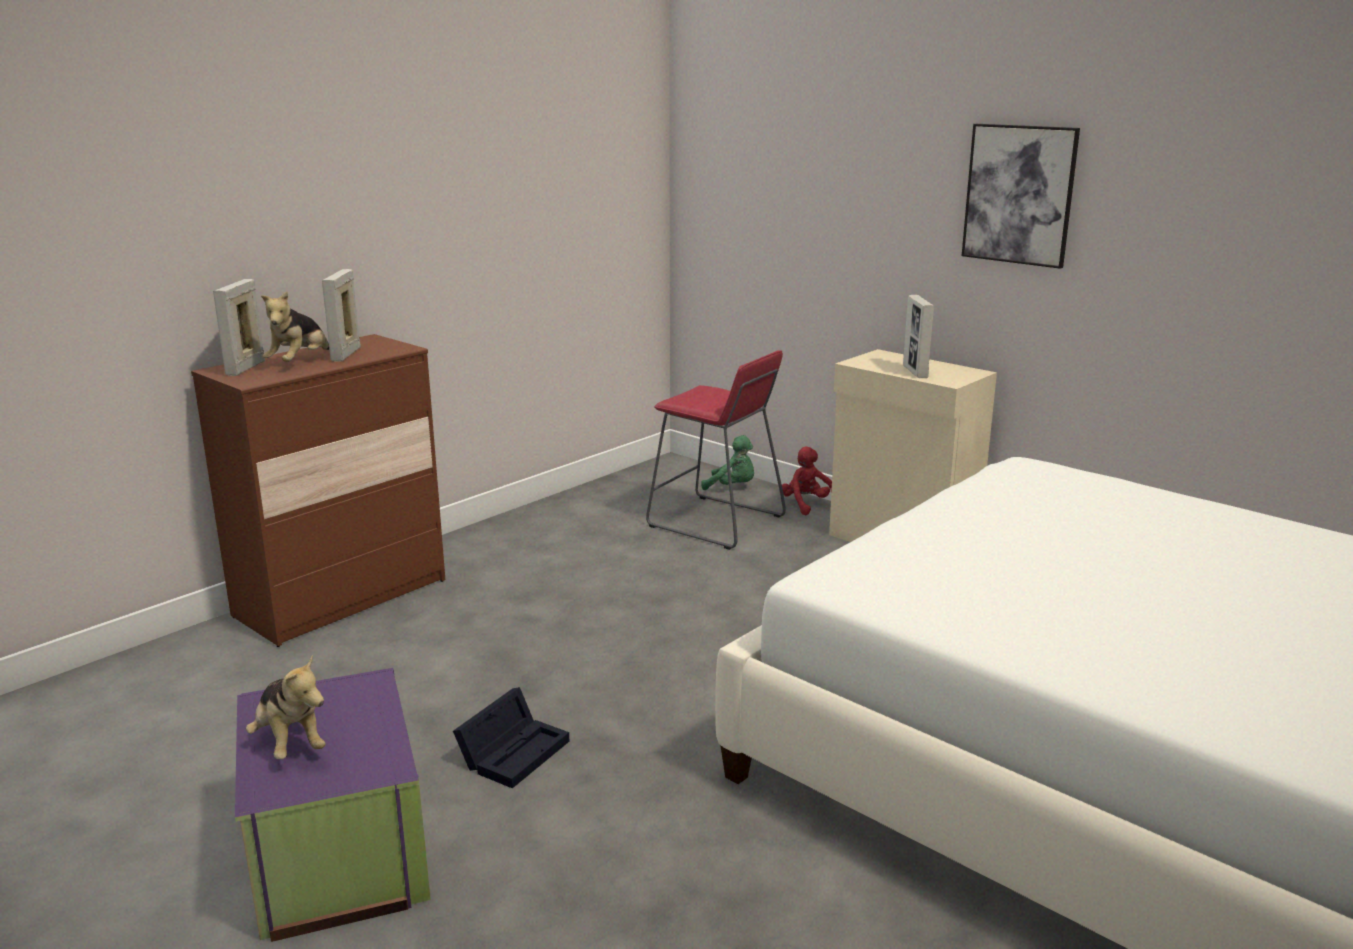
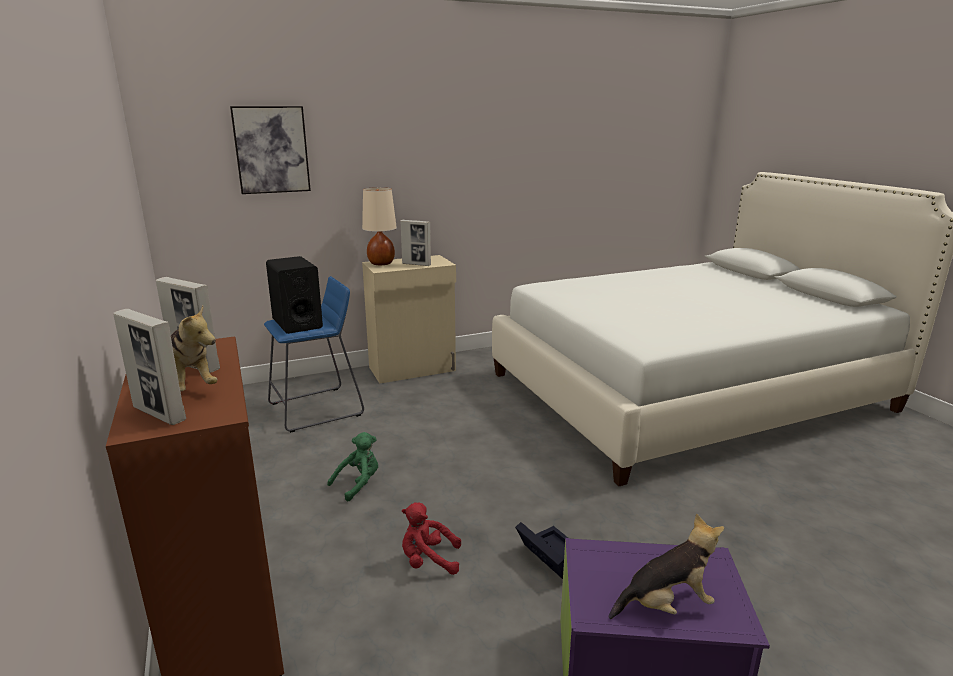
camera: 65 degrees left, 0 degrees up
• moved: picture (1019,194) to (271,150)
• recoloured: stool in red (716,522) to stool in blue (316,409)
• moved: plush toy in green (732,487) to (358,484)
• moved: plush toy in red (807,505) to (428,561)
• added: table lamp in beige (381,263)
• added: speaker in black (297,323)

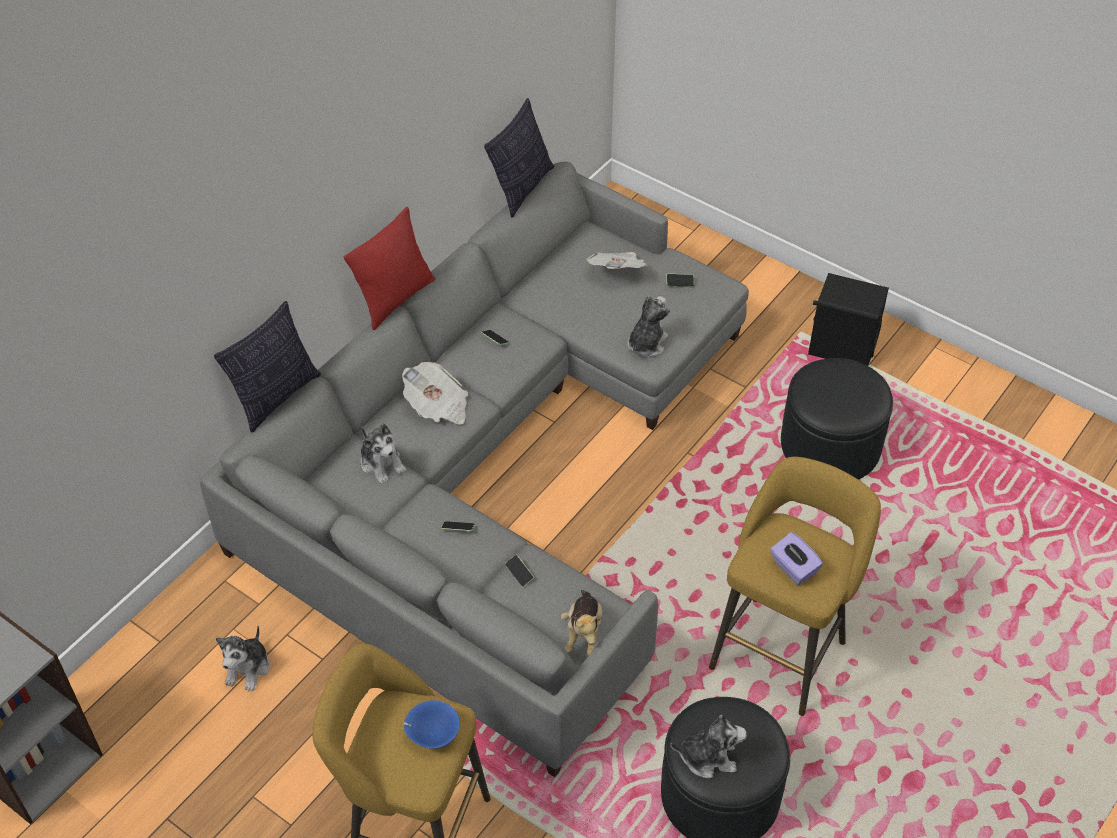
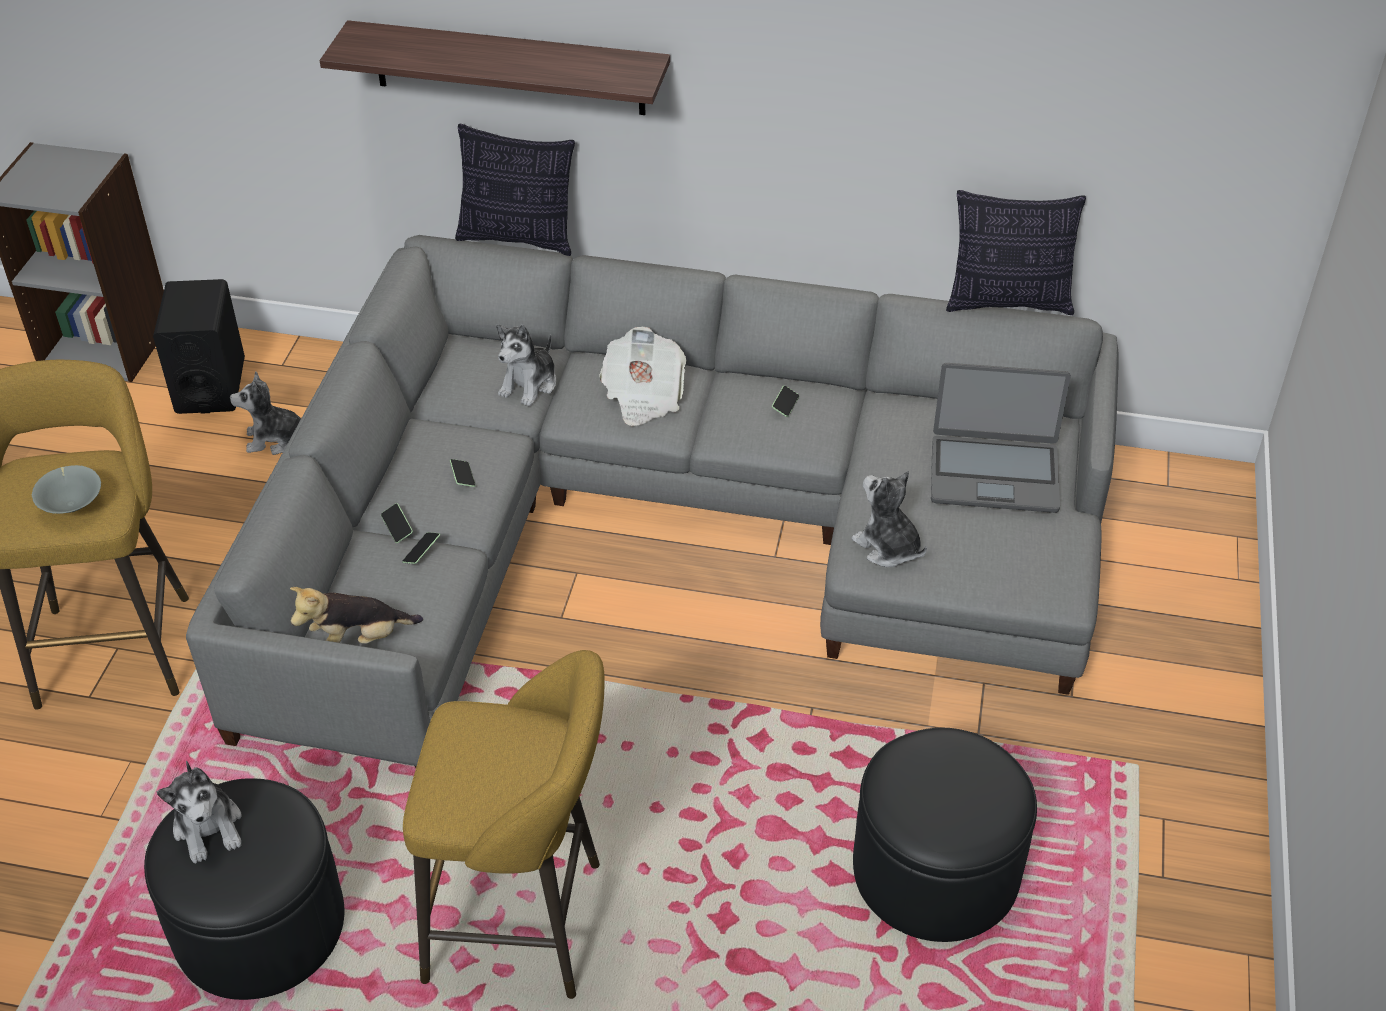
camera: 65 degrees right, 5 degrees down
• removed: pillow in red (395,299)
• replaced: newspaper (617,272) to laptop (994,474)
• moved: speaker in black (841,347) to (210,385)
• moved: phone (680,283) to (397,527)
• turned: plush toy (646,344) = (887,547) 135 degrees counterclockwise
• removed: tissue box in purple (793,568)
• recoloured: bowl in blue (432,734) to bowl in grey (72,505)
• added: shelf (509,68)

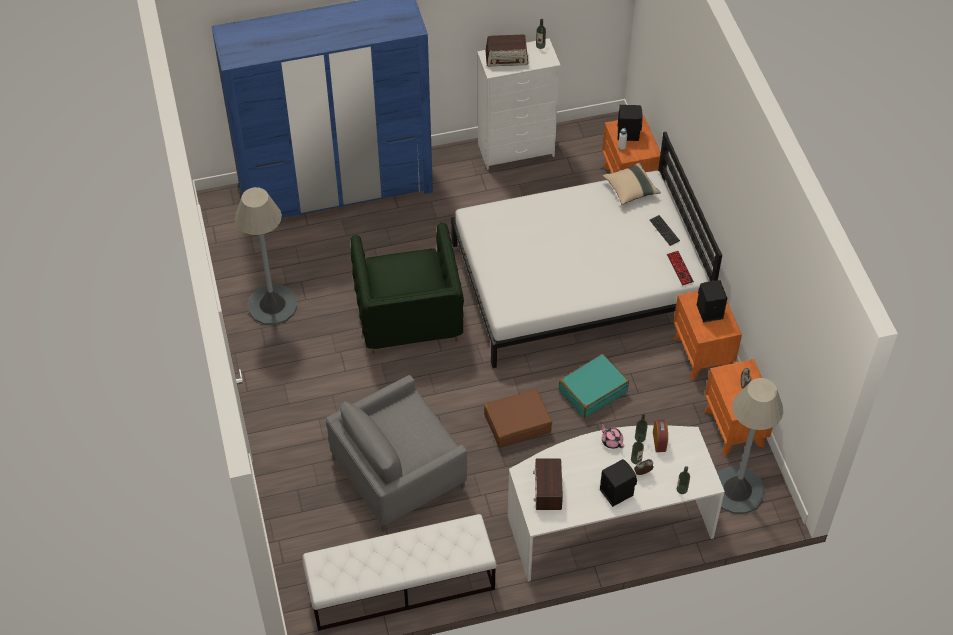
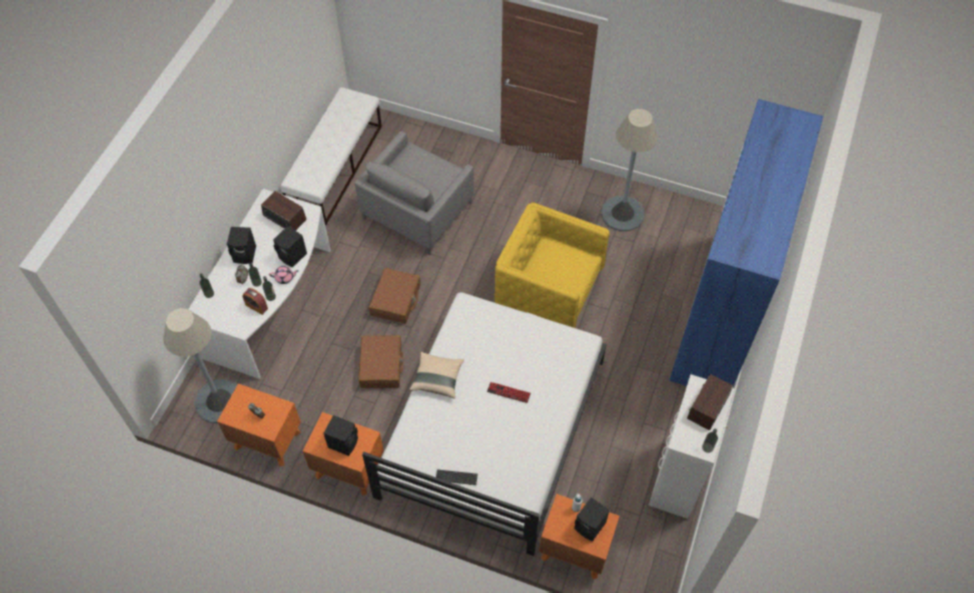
camera: 125 degrees right, 5 degrees up
• moved: pillow in beige (630,190) to (437,379)
• recoloured: armchair in green (408,315) to armchair in yellow (549,290)
• moved: keyboard (680,268) to (508,393)
• recoloured: suitcase in turquoise (592,391) to suitcase in brown (381,366)
• turned: armchair in grey (398,472) = (417,210) 150 degrees counterclockwise
• added: speaker in black (293,256)

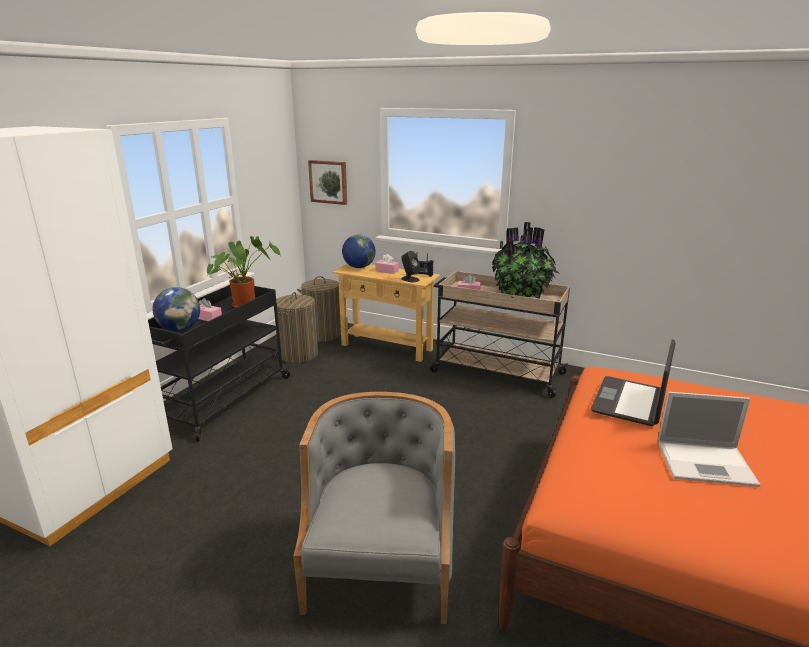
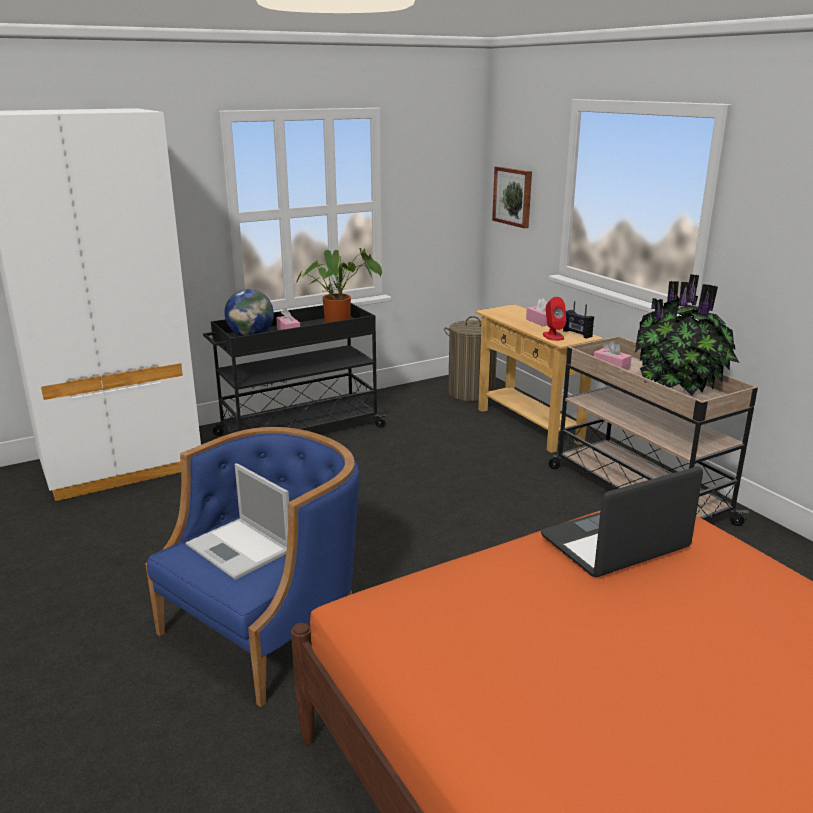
camera: 35 degrees right, 0 degrees up
• removed: globe (359,267)
• recoloured: speaker in black (410,279) to speaker in red (553,336)
• removed: laundry basket (298,354)
• recoloured: armchair in grey (381,561) to armchair in blue (269,626)
• moved: laptop (707,463) to (240,549)

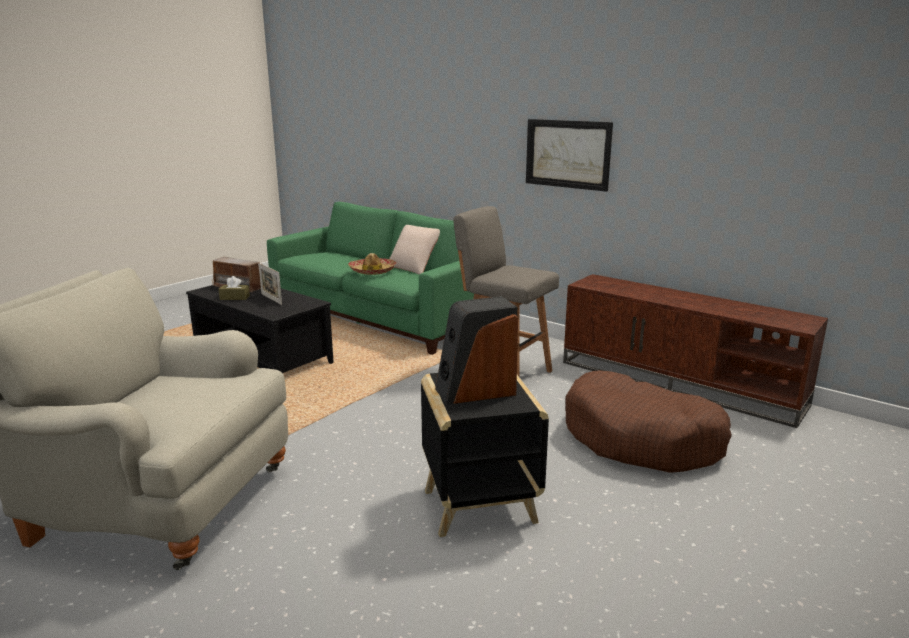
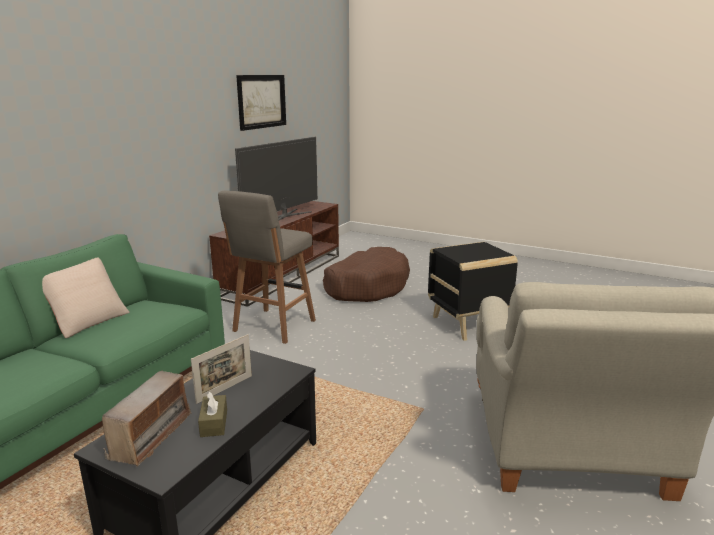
camera: 100 degrees left, 0 degrees up
• moved: picture (567,154) to (261,101)
• removed: hat (372,271)
• removed: speaker (475,391)
• added: television (283,217)

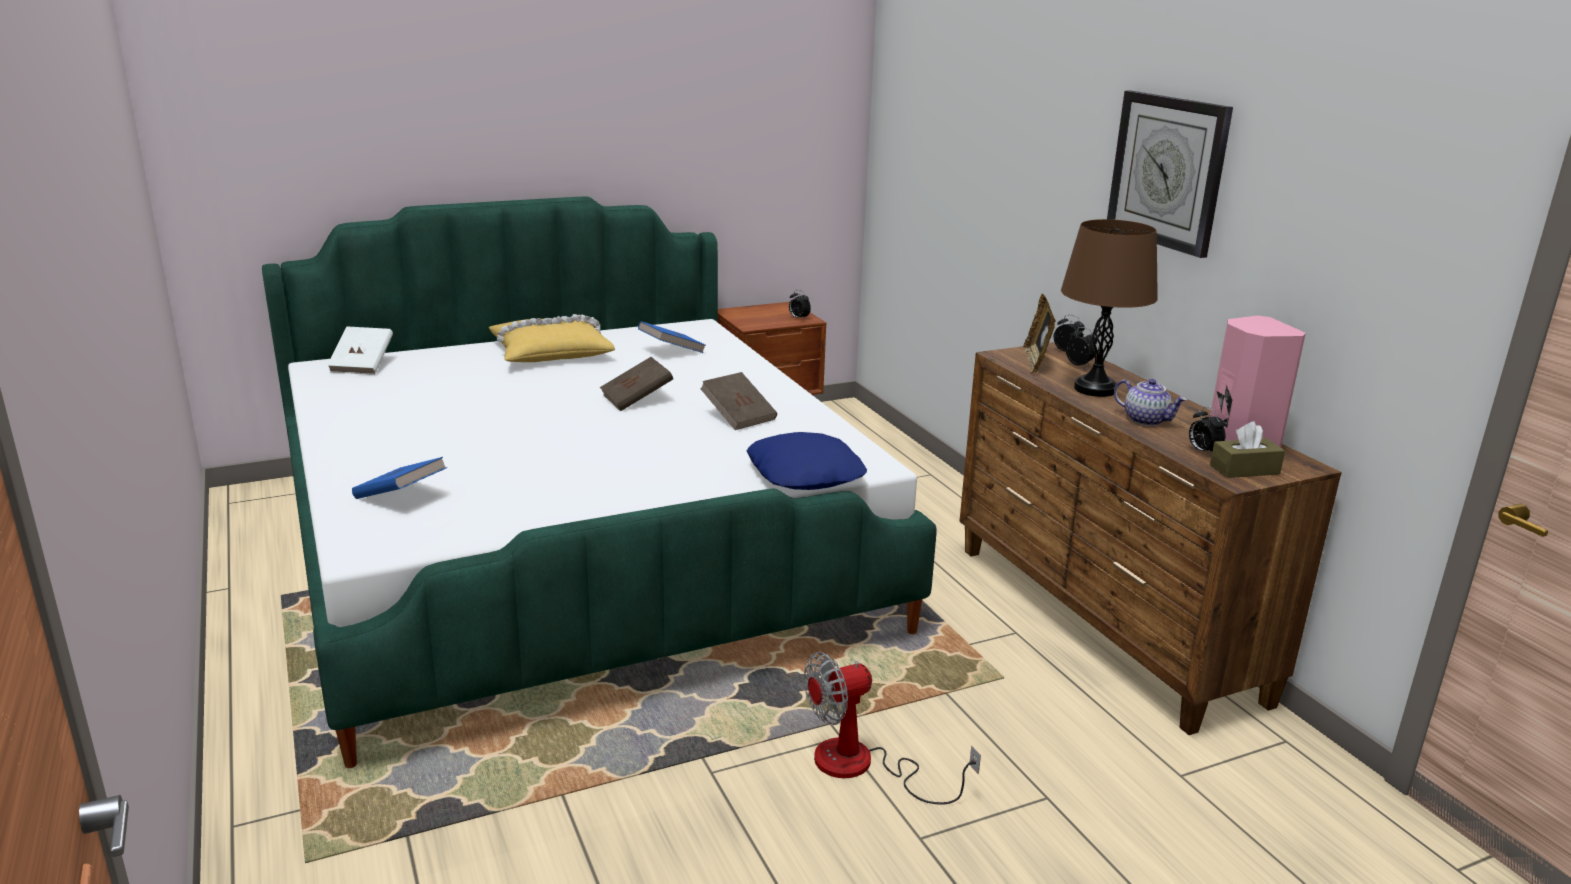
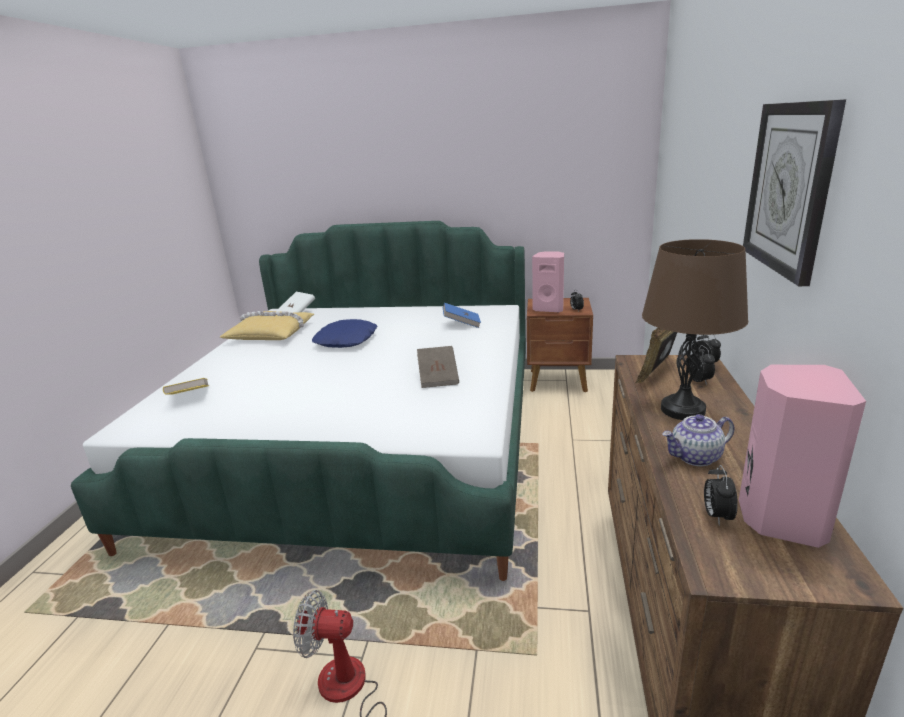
camera: 35 degrees right, 0 degrees up
• moved: pillow in yellow (550,352) to (271,333)
• removed: book in brown (636,399)
• turned: teapot (1146,420) = (695,457) 90 degrees clockwise
• removed: tissue box in brown (1244,469)
• moved: pillow in blue (806,473) to (347,340)
• recoloured: book in blue (401,497) to book in yellow (190,398)
• added: speaker in pink (549,309)

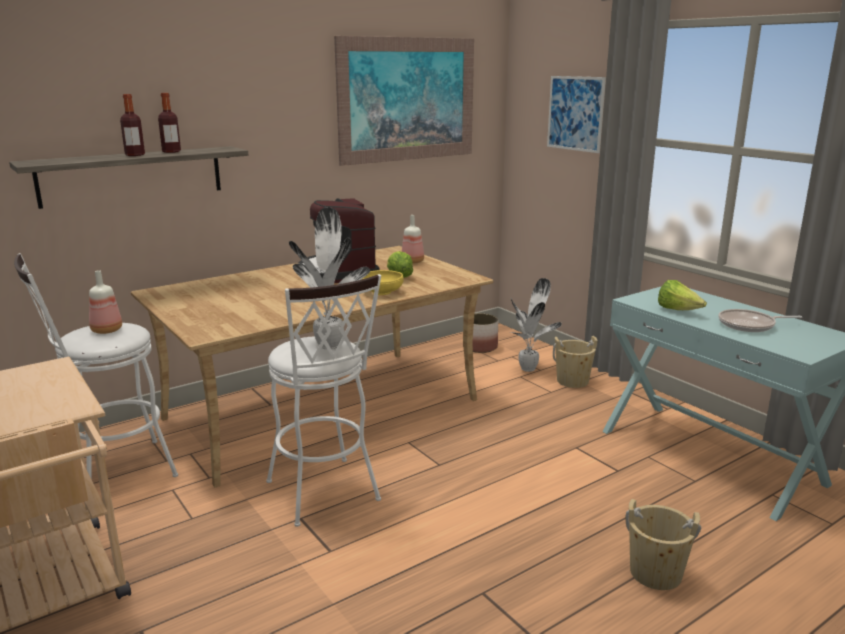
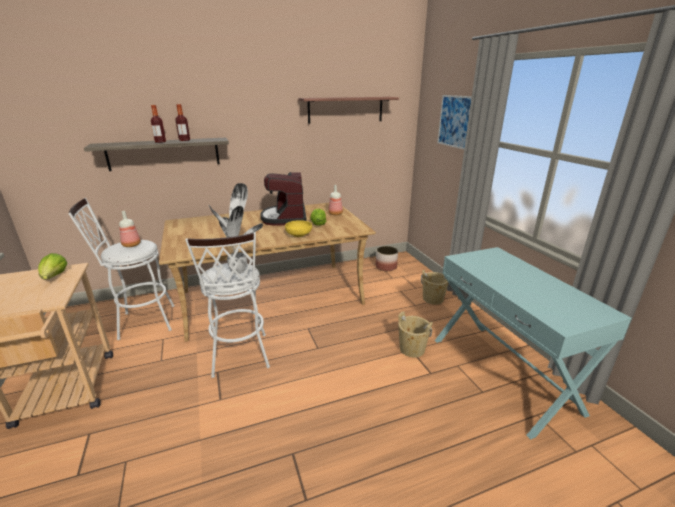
camera: 15 degrees right, 5 degrees up
• replaced: picture (408,99) to shelf (345,110)
• removed: potted plant (529,368)
• moved: lettuce (678,310) to (54,277)
• removed: frying pan (749,325)
• moved: bucket in beige (655,573) to (412,349)

